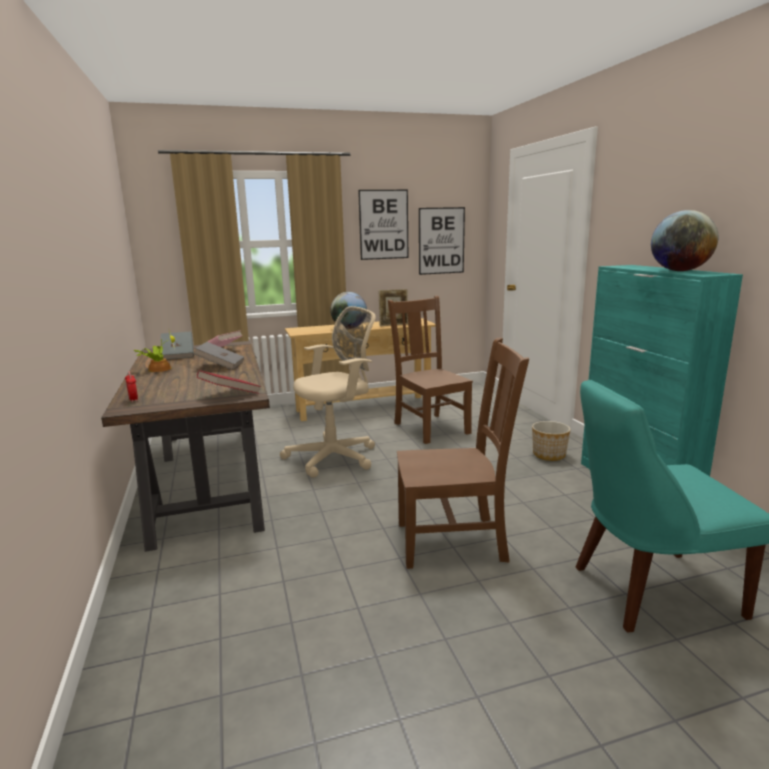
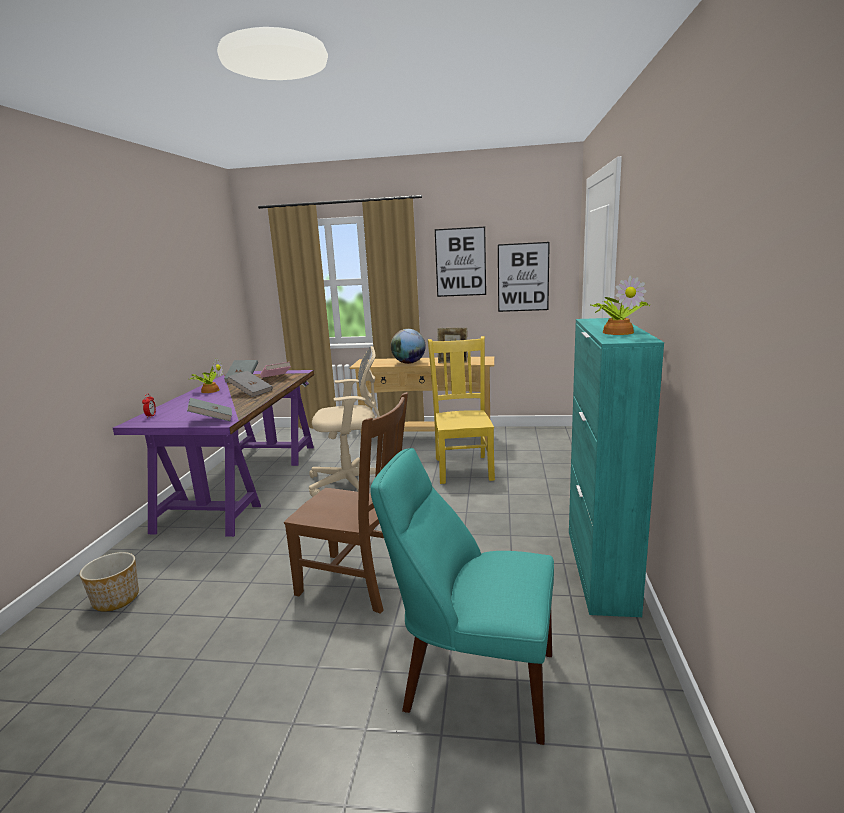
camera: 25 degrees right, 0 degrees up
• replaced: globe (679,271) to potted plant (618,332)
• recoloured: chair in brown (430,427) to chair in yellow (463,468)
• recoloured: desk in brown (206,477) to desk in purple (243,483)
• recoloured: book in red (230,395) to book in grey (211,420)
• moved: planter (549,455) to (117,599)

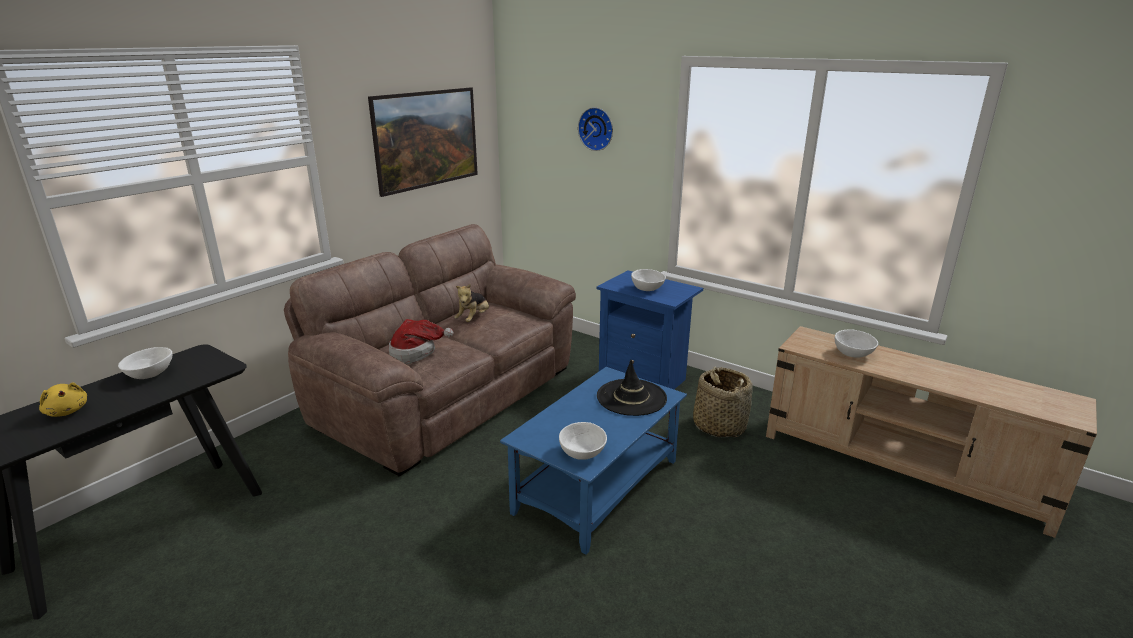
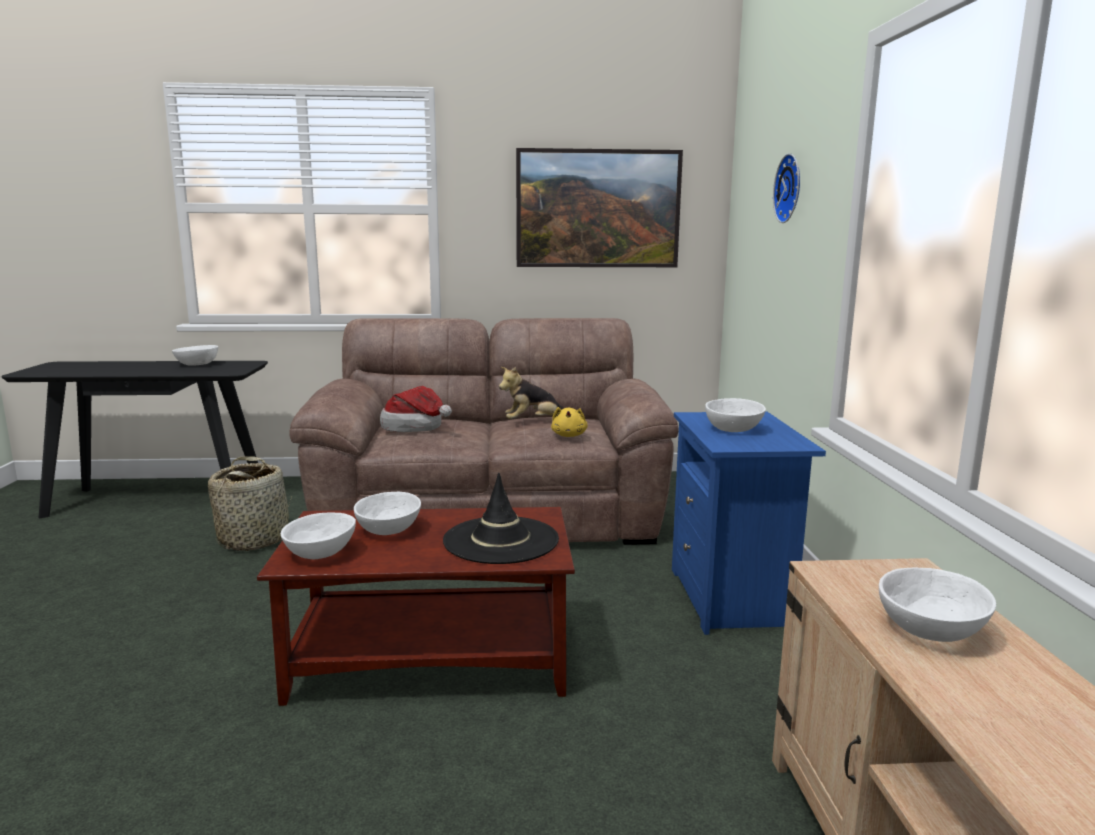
camera: 50 degrees right, 10 degrees down
• moved: basket (719,425) to (254,539)
• recoloured: coffee table in blue (597,485) to coffee table in brown (433,658)
• moved: plush toy in yellow (67,411) to (569,435)
• added: bowl in white (388,529)

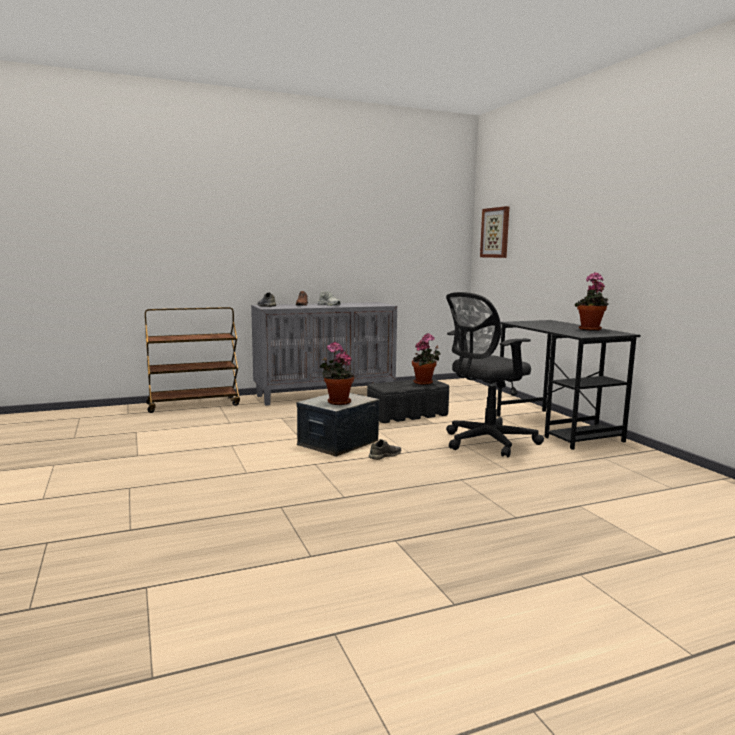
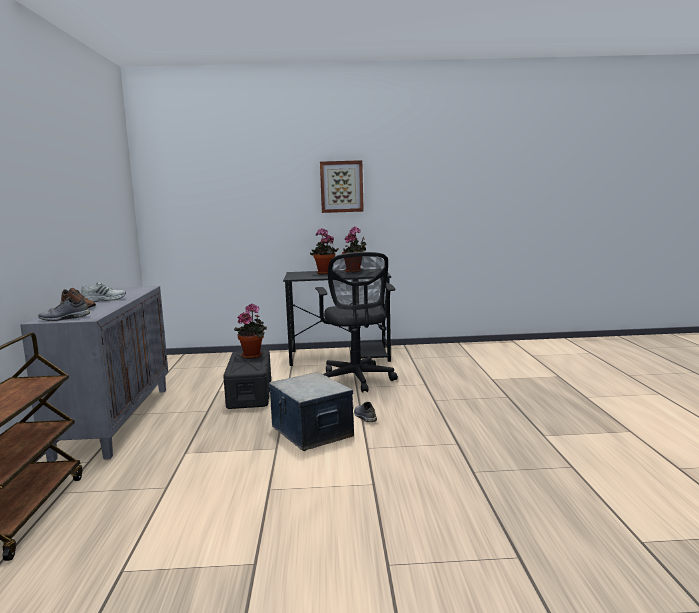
camera: 70 degrees left, 0 degrees up
• moved: picture (495,232) to (341,186)
• moved: potted plant (337,402) to (324,273)

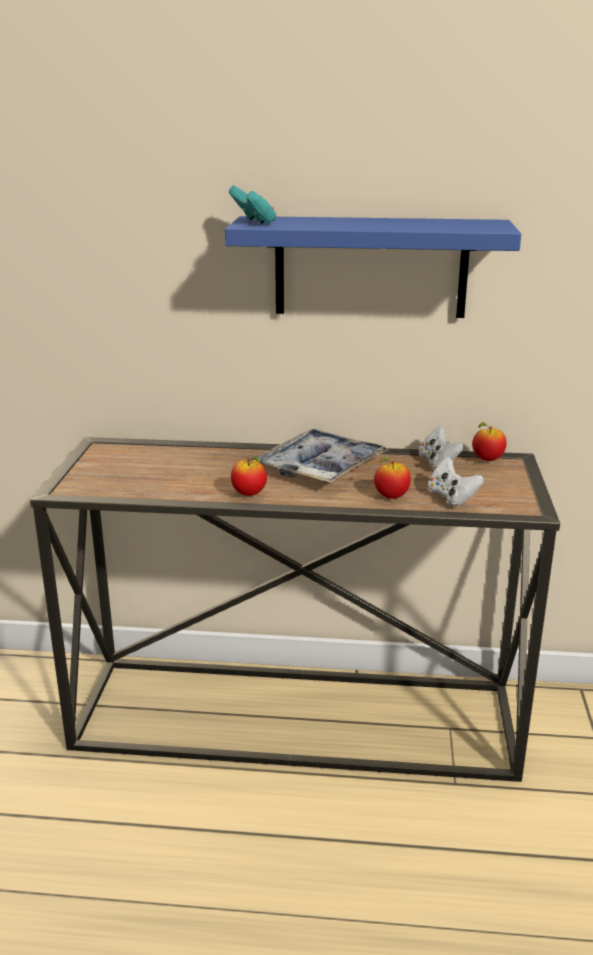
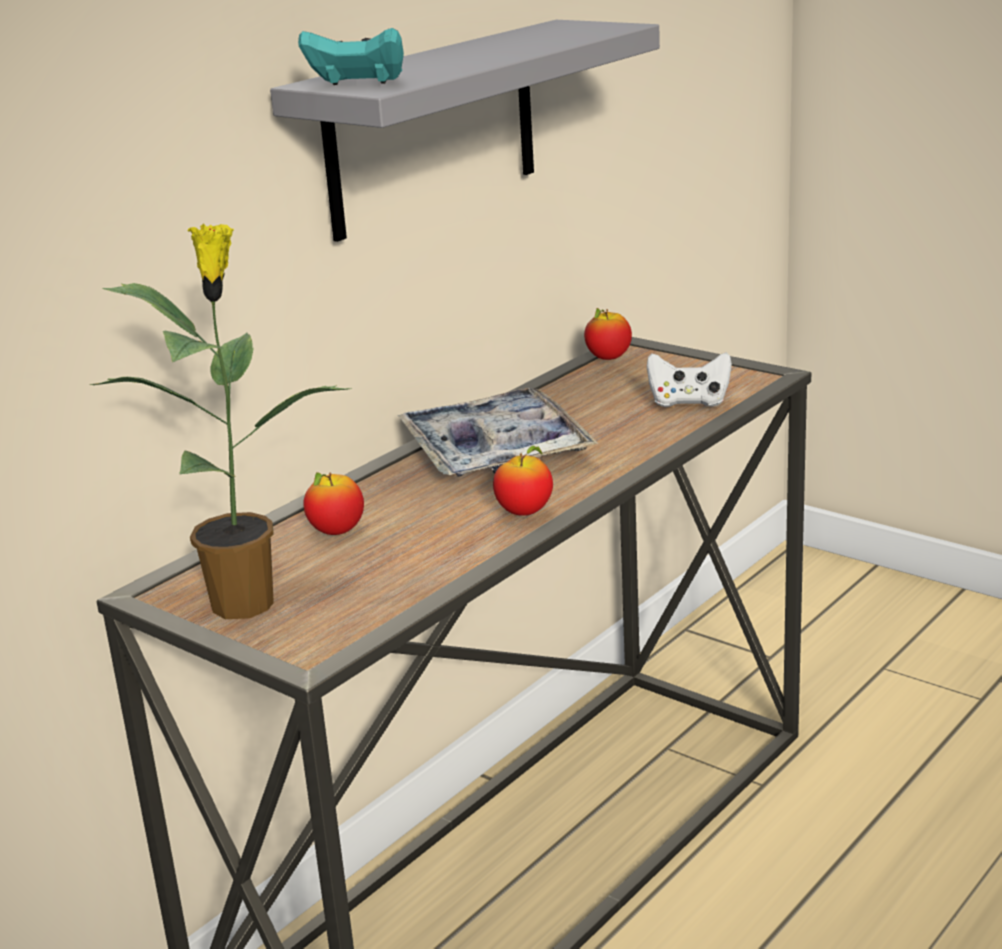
camera: 55 degrees left, 0 degrees up
• recoloured: shelf in blue (370,267) to shelf in grey (432,128)
• removed: game controller in white (438,462)
• moved: apple (391,497) to (336,532)
• added: potted plant (247,602)

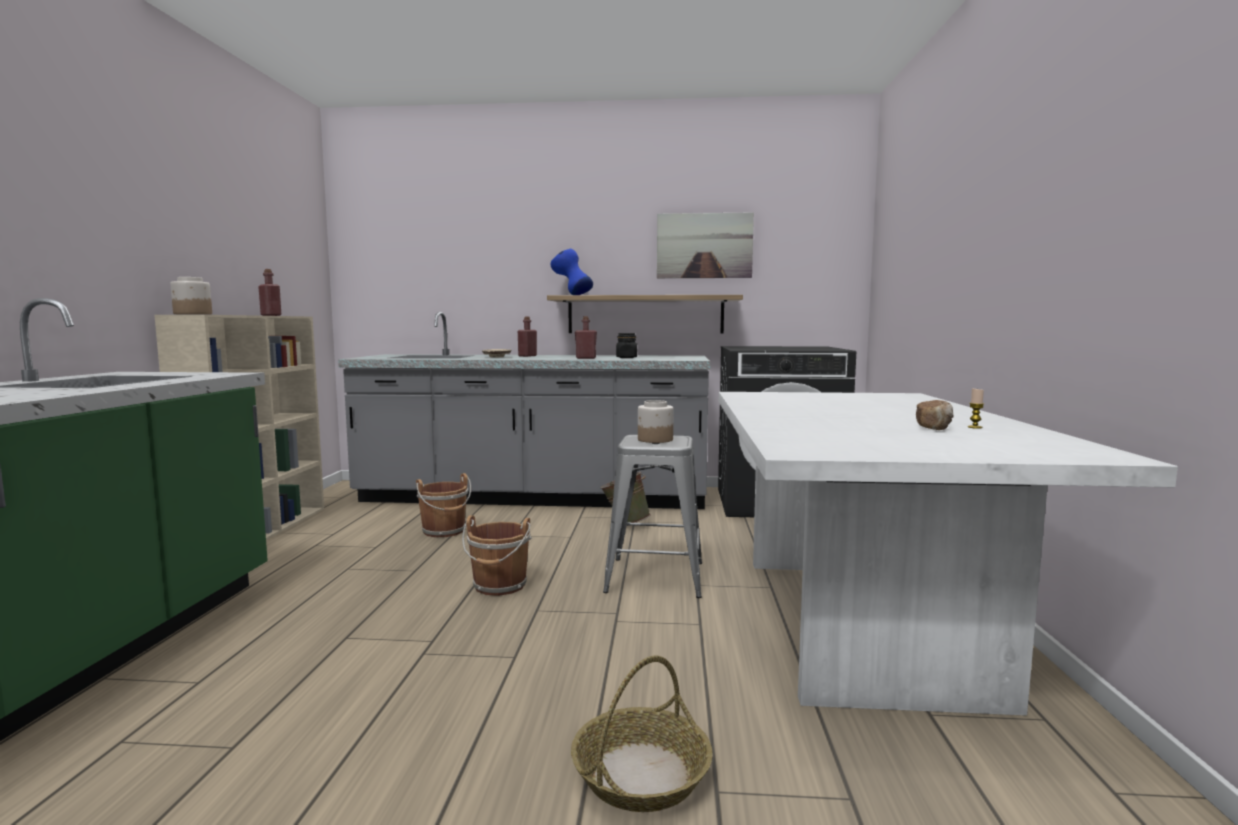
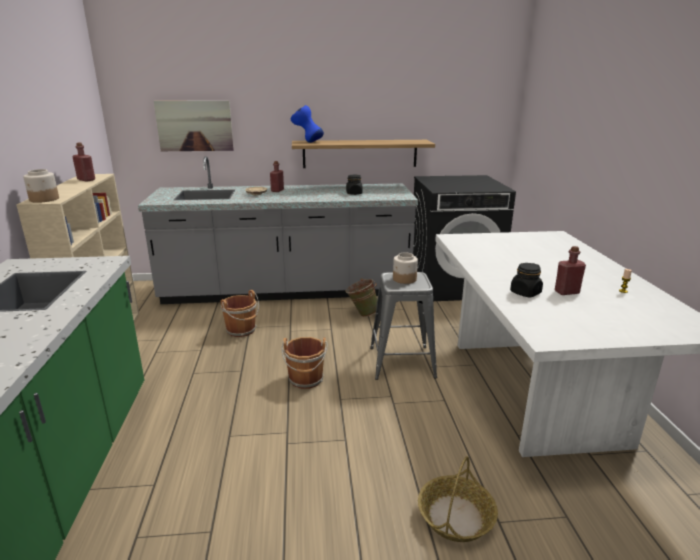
camera: 10 degrees left, 15 degrees up
• moved: picture (704,246) to (194,126)
• moved: bottle in red (586,358) to (566,292)
• removed: bread (934,427)
• added: jar in black (525,293)

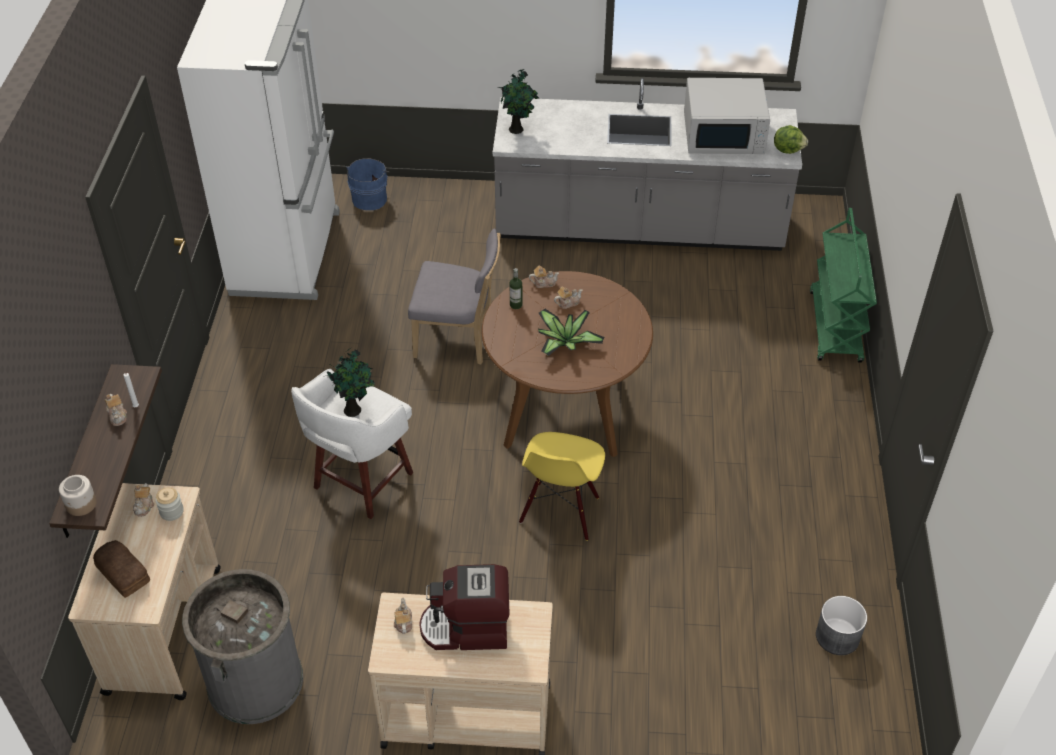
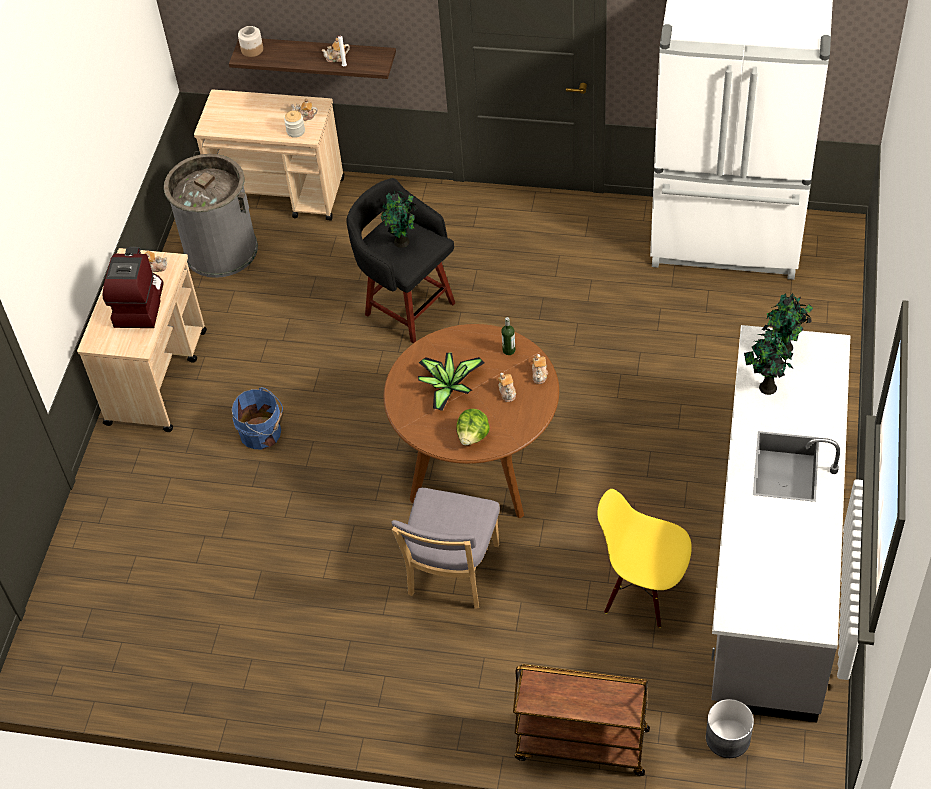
camera: 100 degrees right, 5 degrees up
• removed: microwave in white (724,134)
• moved: lettuce (788,149) to (473,436)
• moved: bucket in blue (370,198) to (262,433)
• recoloured: cart in green (835,327) to cart in brown (580,745)
• moved: chair in grey (458,339) to (451,574)
• recoloured: stool in white (361,483) to stool in black (407,307)
• moved: chair in yellow (560,511) to (643,592)
• removed: bread (123,572)
• moved: planter in grey (837,636) to (728,738)
• added: potted plant (766,387)

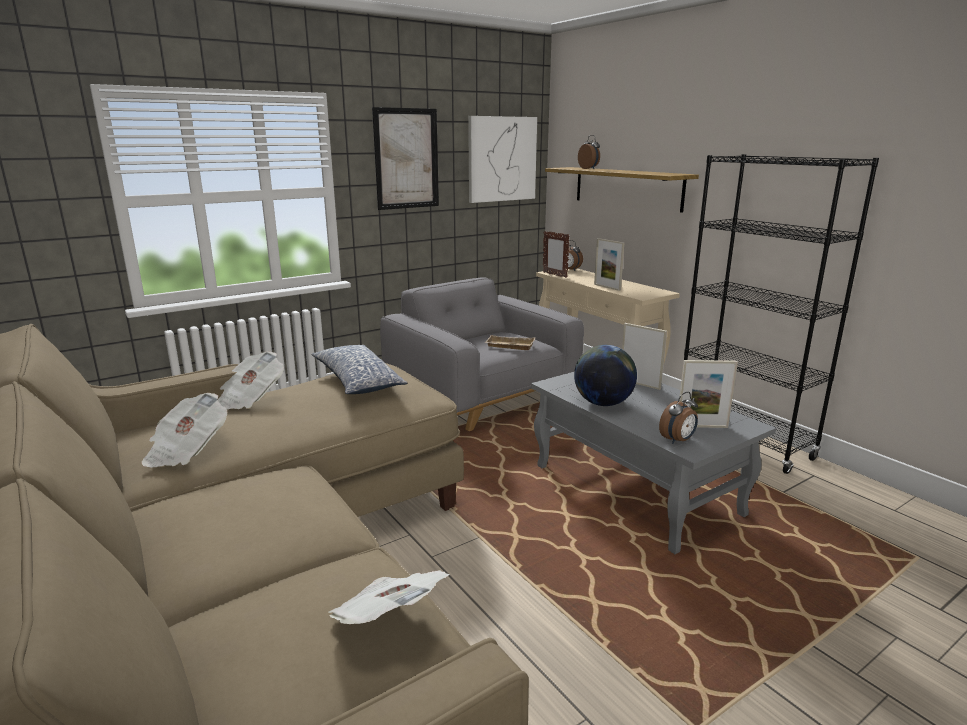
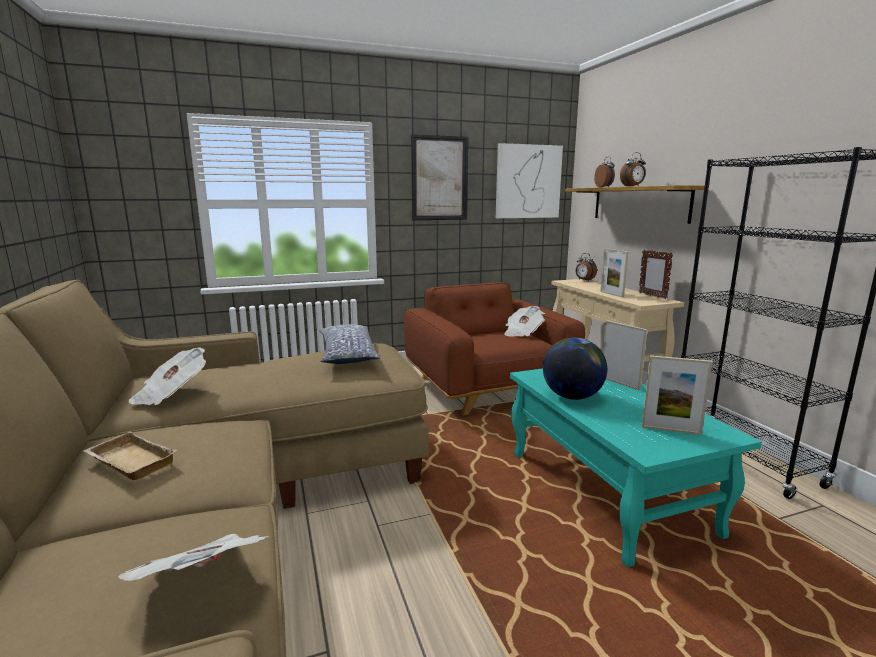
camera: 15 degrees right, 5 degrees down
• moved: picture frame (554,275) to (652,296)
• recoloured: armchair in grey (481,397) to armchair in brown (487,388)
• moved: tray in beige (509,346) to (128,462)
• moved: newspaper (250,398) to (523,333)
• recoloured: coffee table in grey (633,489) to coffee table in turquoise (605,490)
• moved: alarm clock (678,440) to (632,186)

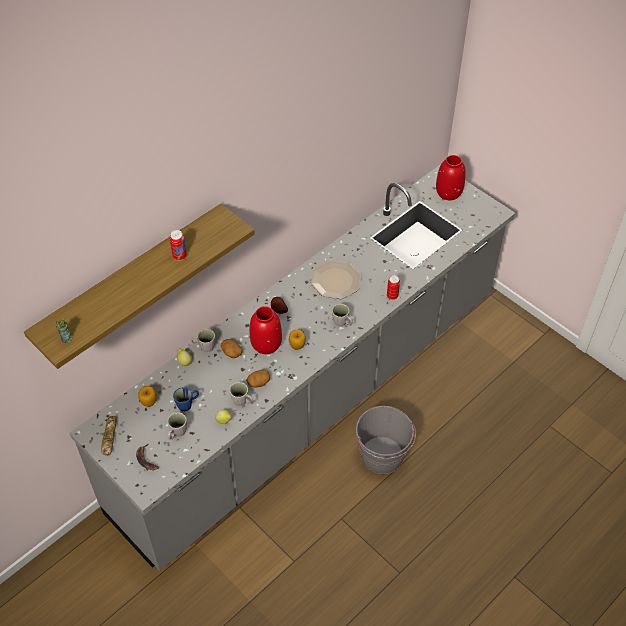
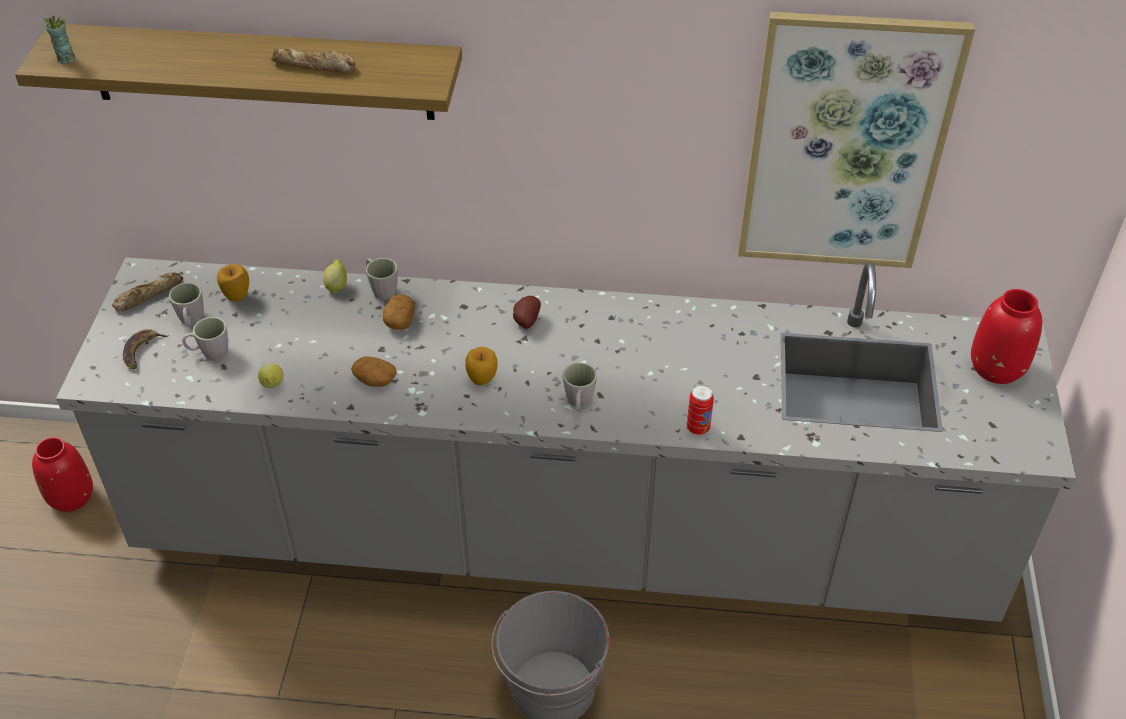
camera: 50 degrees right, 5 degrees down
• replaced: can (179,256) to bread (314,66)
• removed: plate (336,281)
• moved: vase in red (266,344) to (70,497)
• moved: mug in grey (242,402) to (191,321)
• removed: mug in blue (188,404)
• added: picture (845,145)

